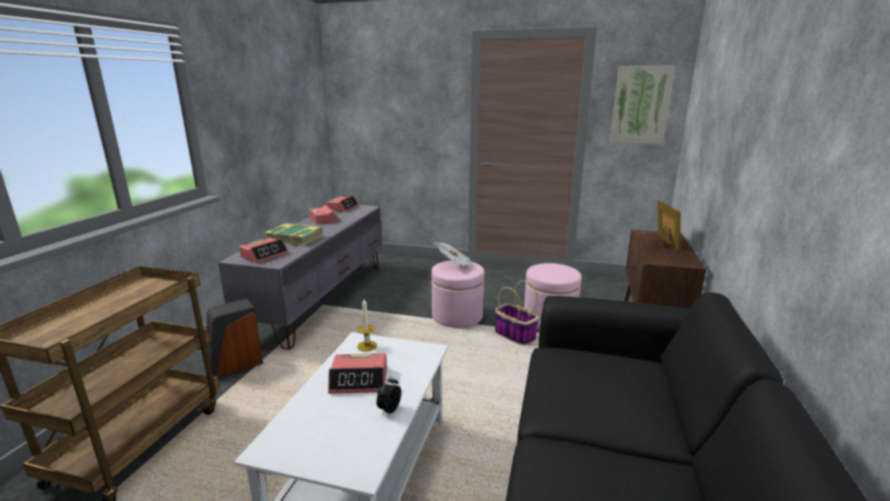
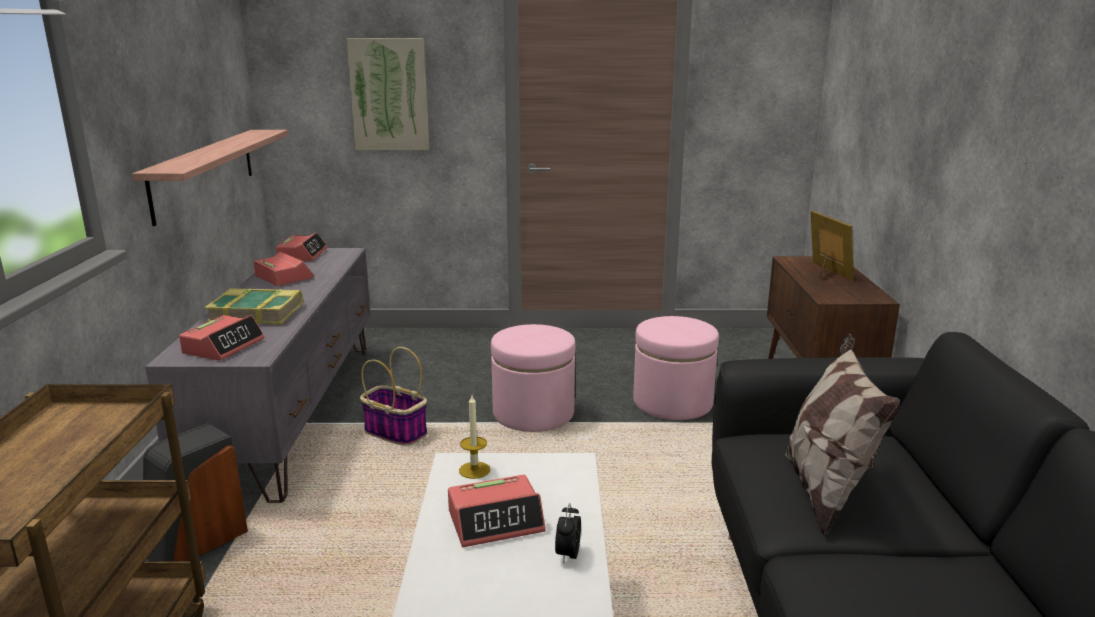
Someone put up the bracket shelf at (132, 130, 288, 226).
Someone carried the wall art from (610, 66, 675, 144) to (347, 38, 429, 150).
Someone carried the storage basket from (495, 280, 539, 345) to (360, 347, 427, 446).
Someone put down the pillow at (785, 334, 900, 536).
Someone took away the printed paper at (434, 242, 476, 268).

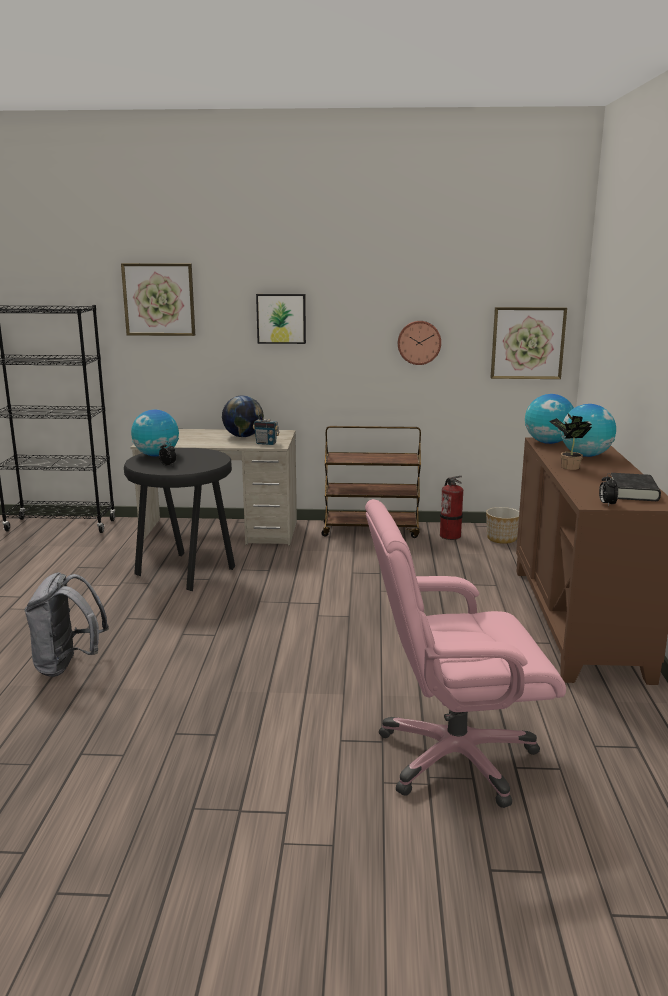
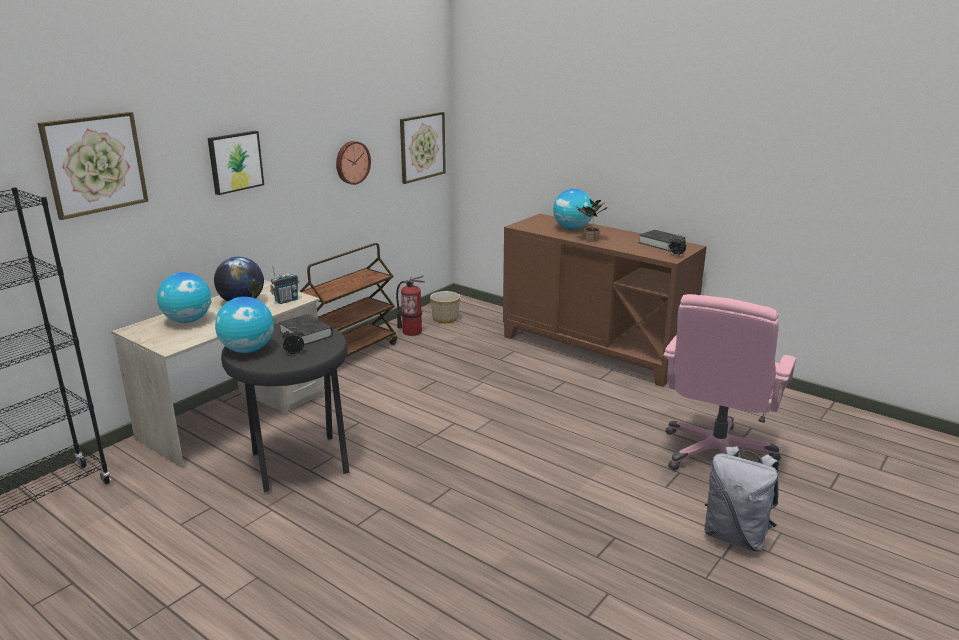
Someone carried the globe from (525, 394, 574, 444) to (157, 272, 212, 323).
Someone put down the bound book (blackish) at (279, 314, 333, 345).
Someone carried the rucksack (greyish) from (24, 572, 109, 677) to (704, 446, 779, 551).

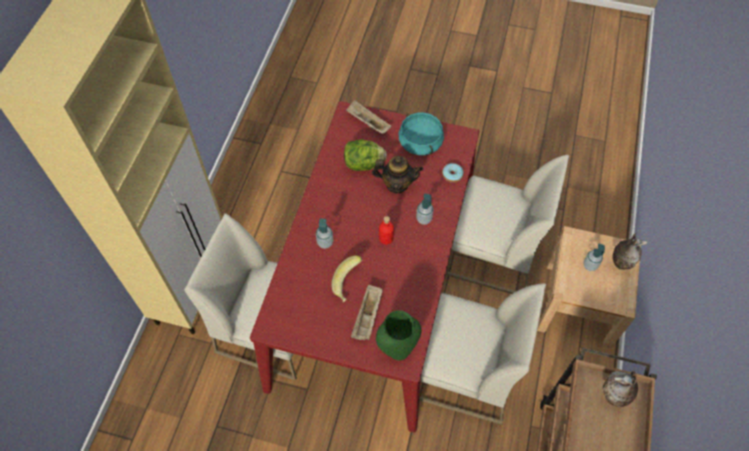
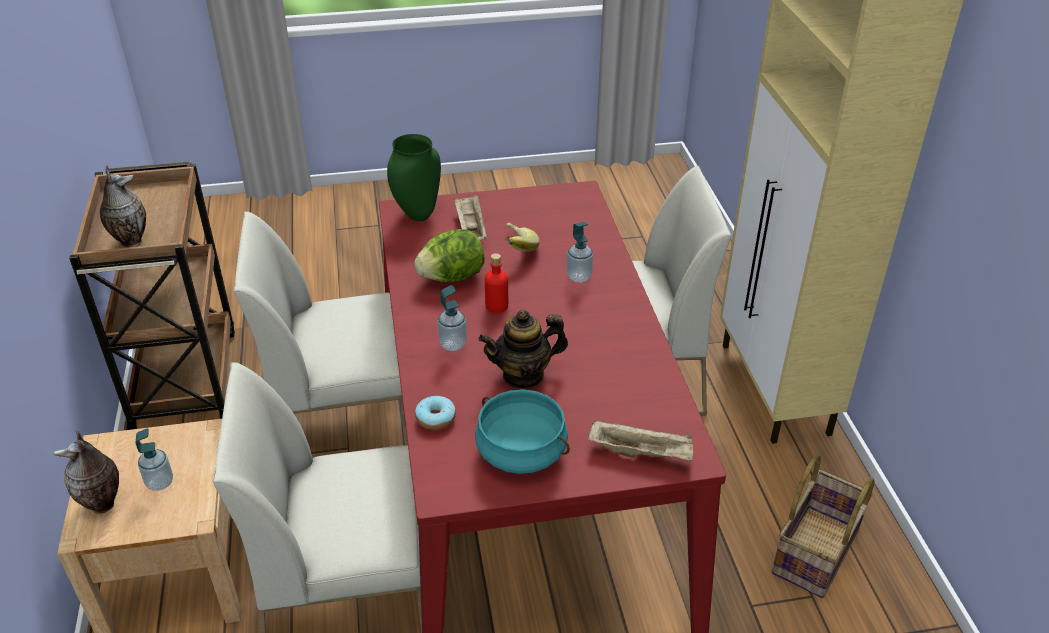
Someone carried the lettuce from (344, 139, 387, 171) to (414, 229, 485, 282).
Someone put down the storage basket at (771, 454, 875, 598).

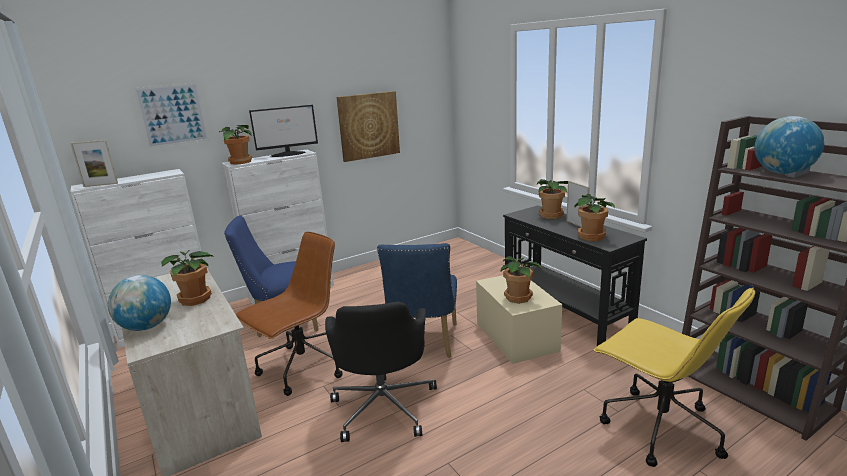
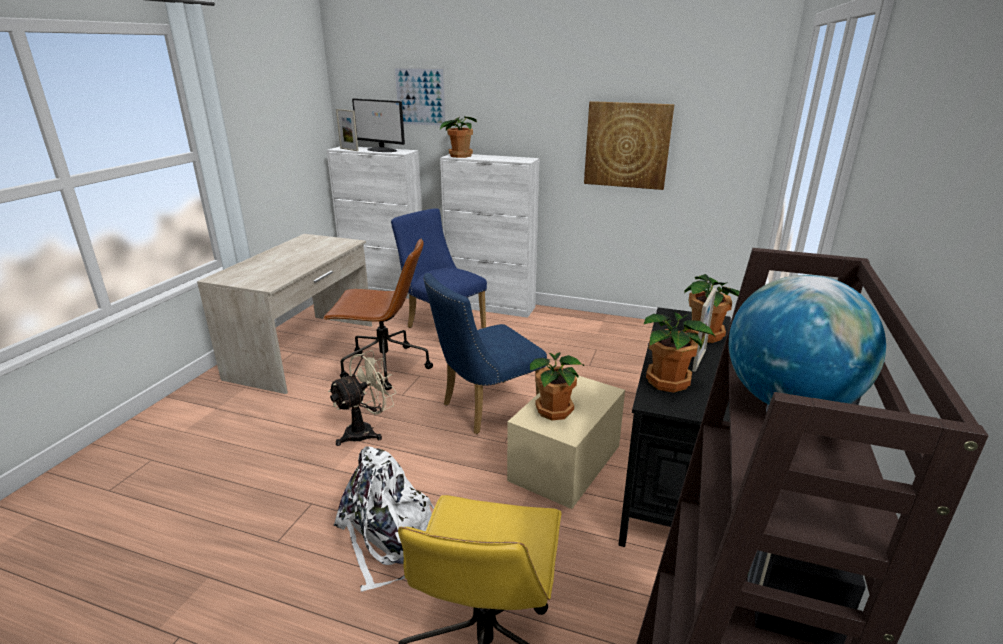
Someone swapped the computer chair (blackish) at (325, 302, 437, 442) for the cooling fan (beige) at (328, 350, 397, 446).
Someone put down the rucksack (white) at (334, 446, 434, 592).
Someone carried the computer display from (249, 105, 318, 157) to (352, 98, 405, 152).
Someone took away the globe at (108, 275, 171, 331).
Someone took away the plant in a pot at (161, 249, 215, 306).

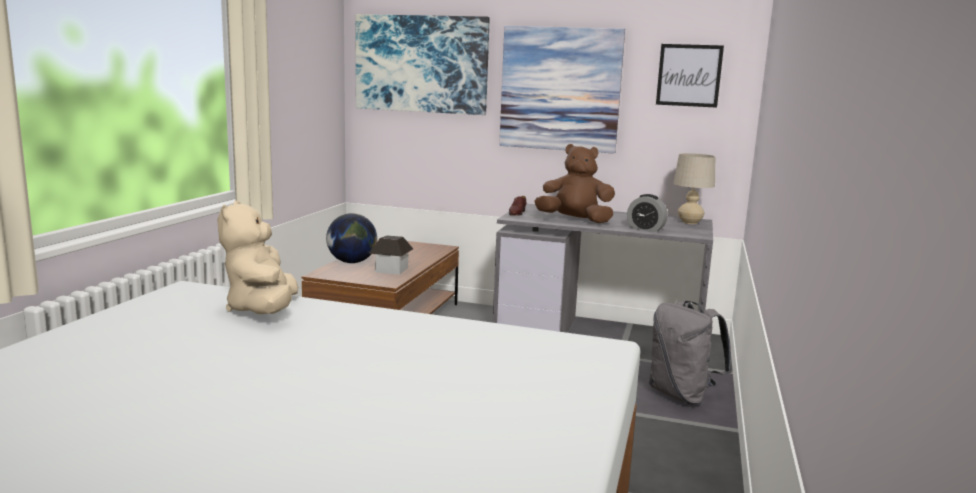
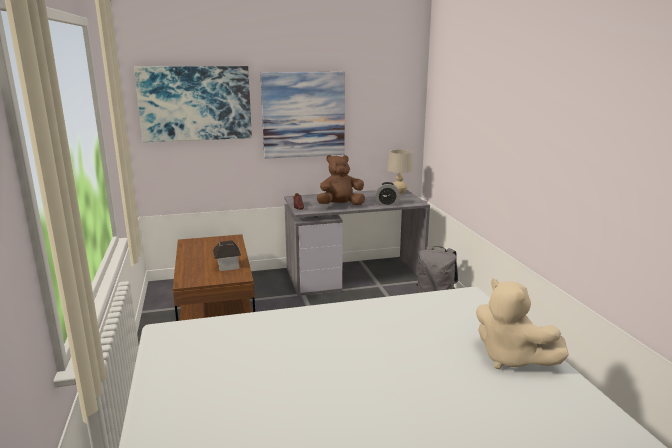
Someone carried the plush toy (beige) from (217, 201, 298, 314) to (476, 278, 569, 369).
Someone took away the globe at (326, 213, 377, 263).
Someone took away the wall art at (656, 44, 724, 108).

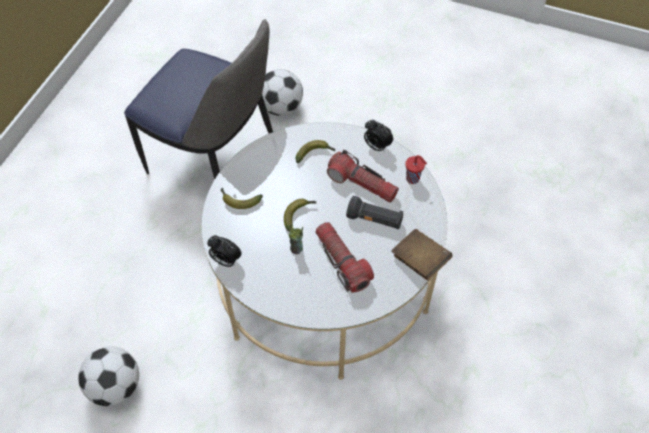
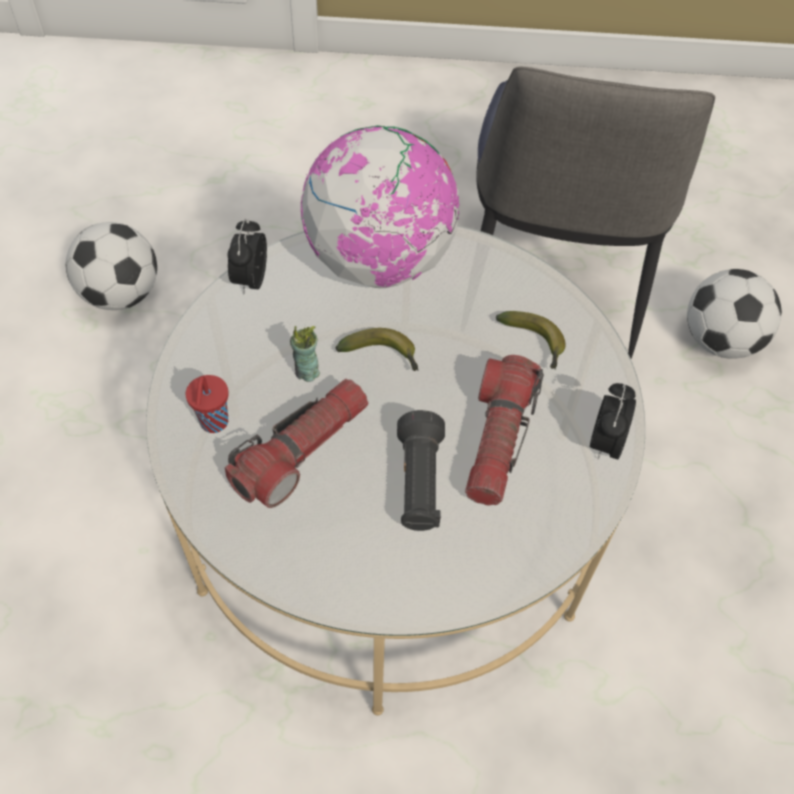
Someone carried the small cup (reddish) from (405, 155, 427, 184) to (186, 375, 229, 433).
Someone swapped the banana fruit at (221, 188, 263, 209) for the globe at (301, 126, 460, 288).
Someone took away the bound book (brownish) at (391, 229, 453, 280).

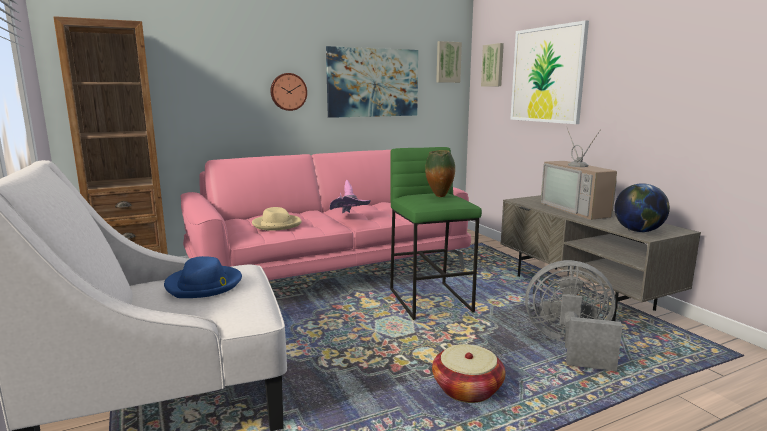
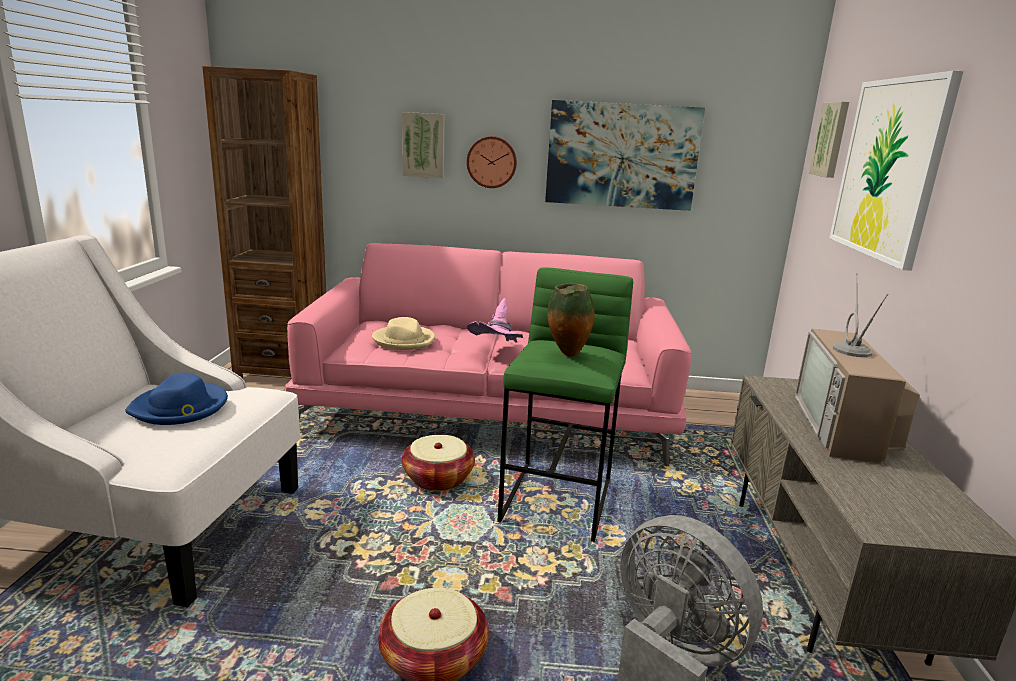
Someone carried the wall art from (436, 41, 462, 83) to (402, 112, 445, 178).
Someone put down the storage basket at (402, 435, 475, 491).
Someone took away the globe at (614, 183, 670, 232).

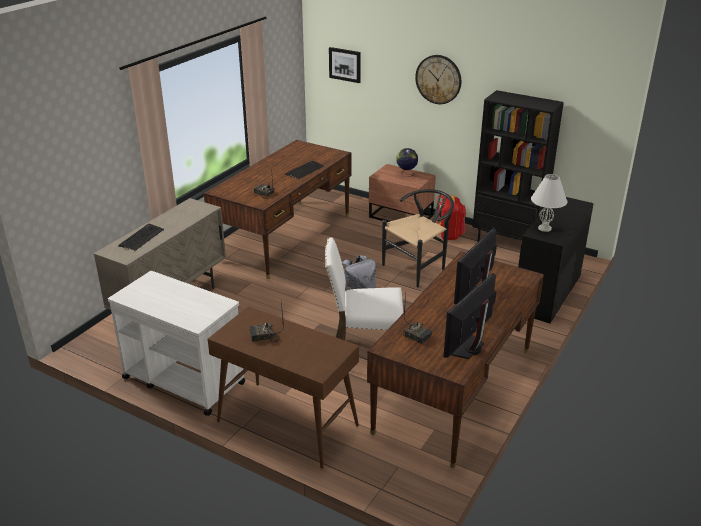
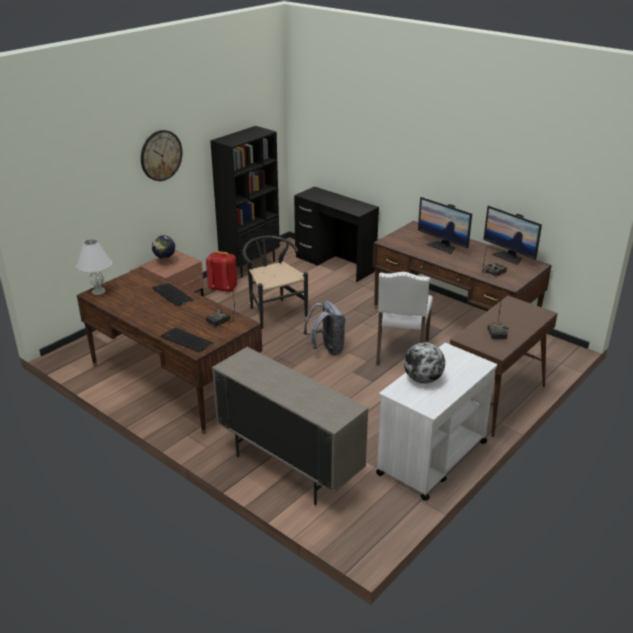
Someone carried the table lamp (white) from (531, 174, 567, 232) to (76, 239, 112, 295).
Someone carried the PC keyboard from (118, 224, 164, 251) to (161, 328, 214, 352).
Someone put down the globe at (404, 342, 445, 384).
Someone took away the wall art at (329, 47, 361, 83).

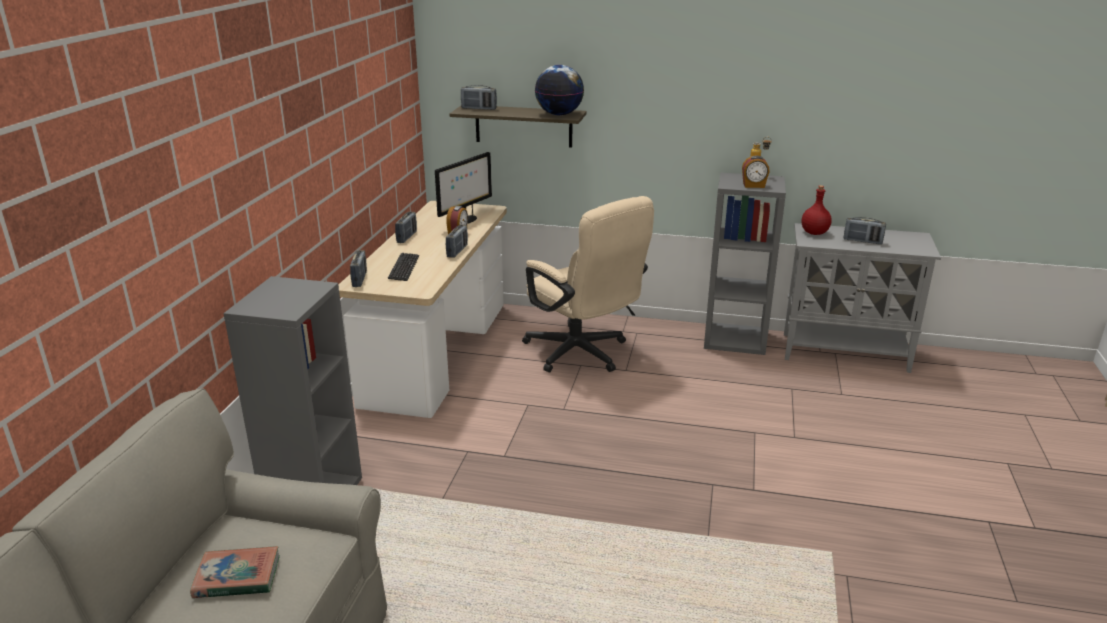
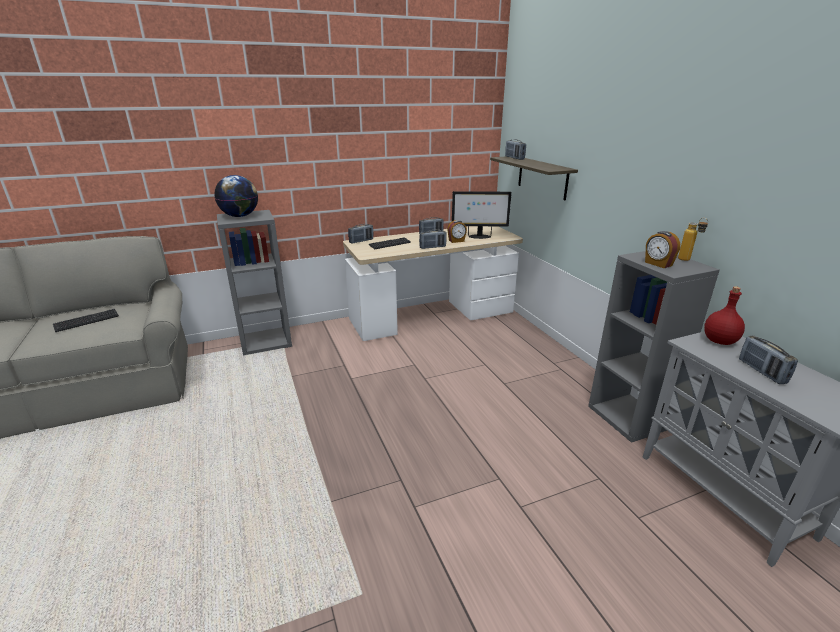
Someone swapped the bound book at (190, 546, 280, 598) for the PC keyboard at (53, 309, 119, 332).
Someone carried the globe from (535, 65, 584, 115) to (214, 175, 258, 217).
Someone took away the computer chair (beige) at (522, 196, 654, 373).

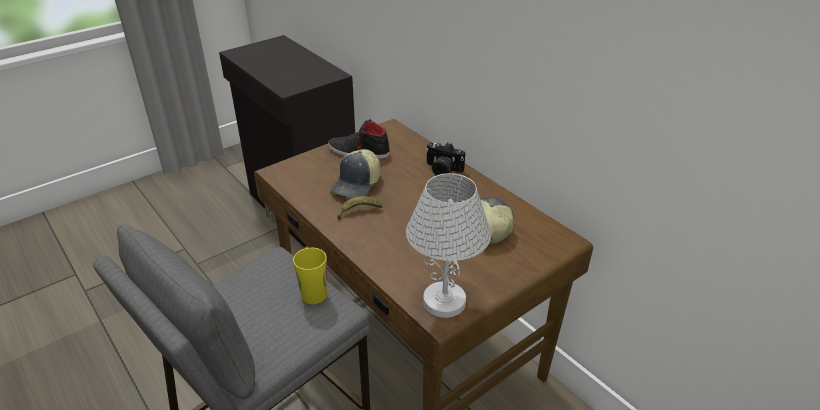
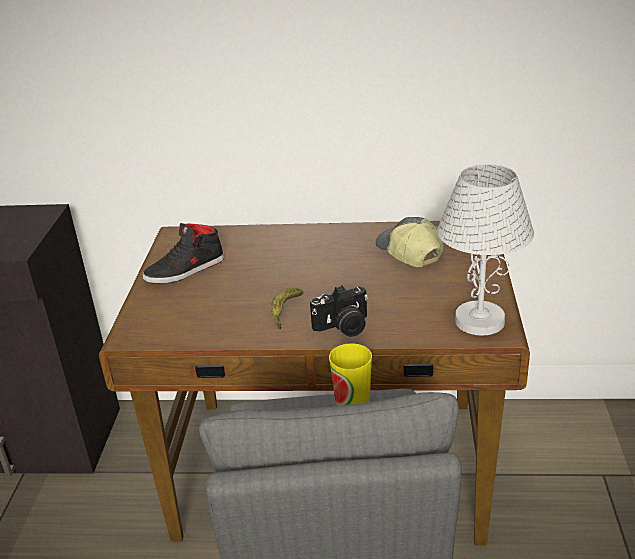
Someone carried the still camera from (426, 142, 465, 176) to (310, 285, 368, 337).
Someone took away the baseball cap at (330, 149, 380, 198).

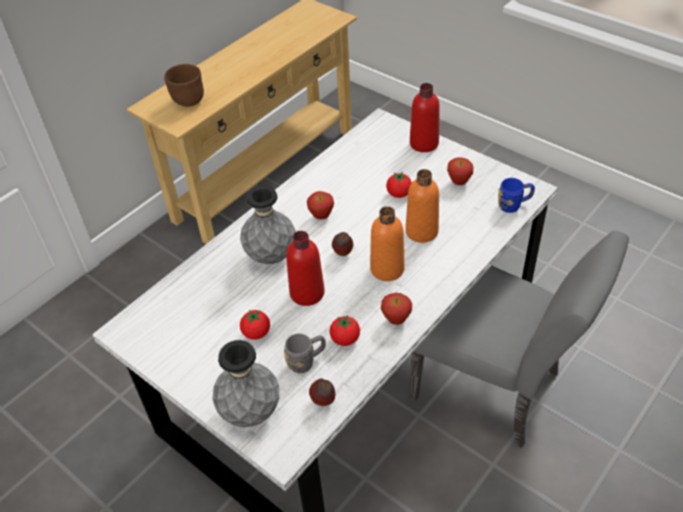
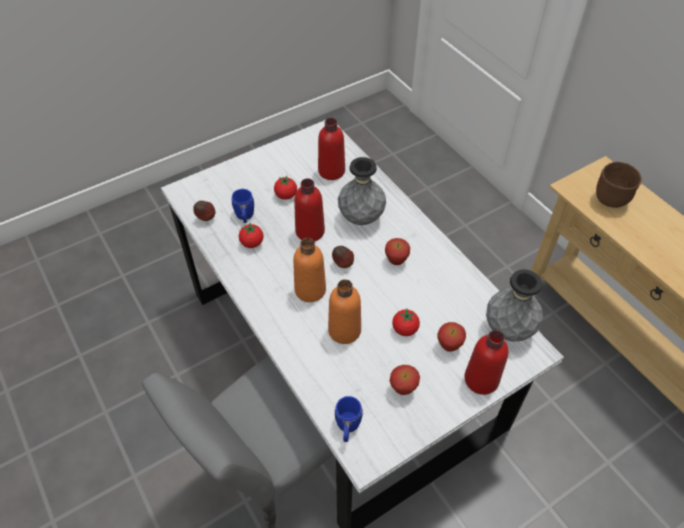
Someone repainted the mug (greyish) at (284, 333, 326, 373), which became the mug (blue-coloured) at (232, 189, 254, 223).
Someone put down the bottle (reddish) at (318, 118, 345, 180).
Someone carried the apple fruit from (381, 293, 412, 325) to (437, 322, 466, 352).
Someone carried the decorative vase (greyish) from (213, 340, 279, 427) to (486, 269, 543, 342).

